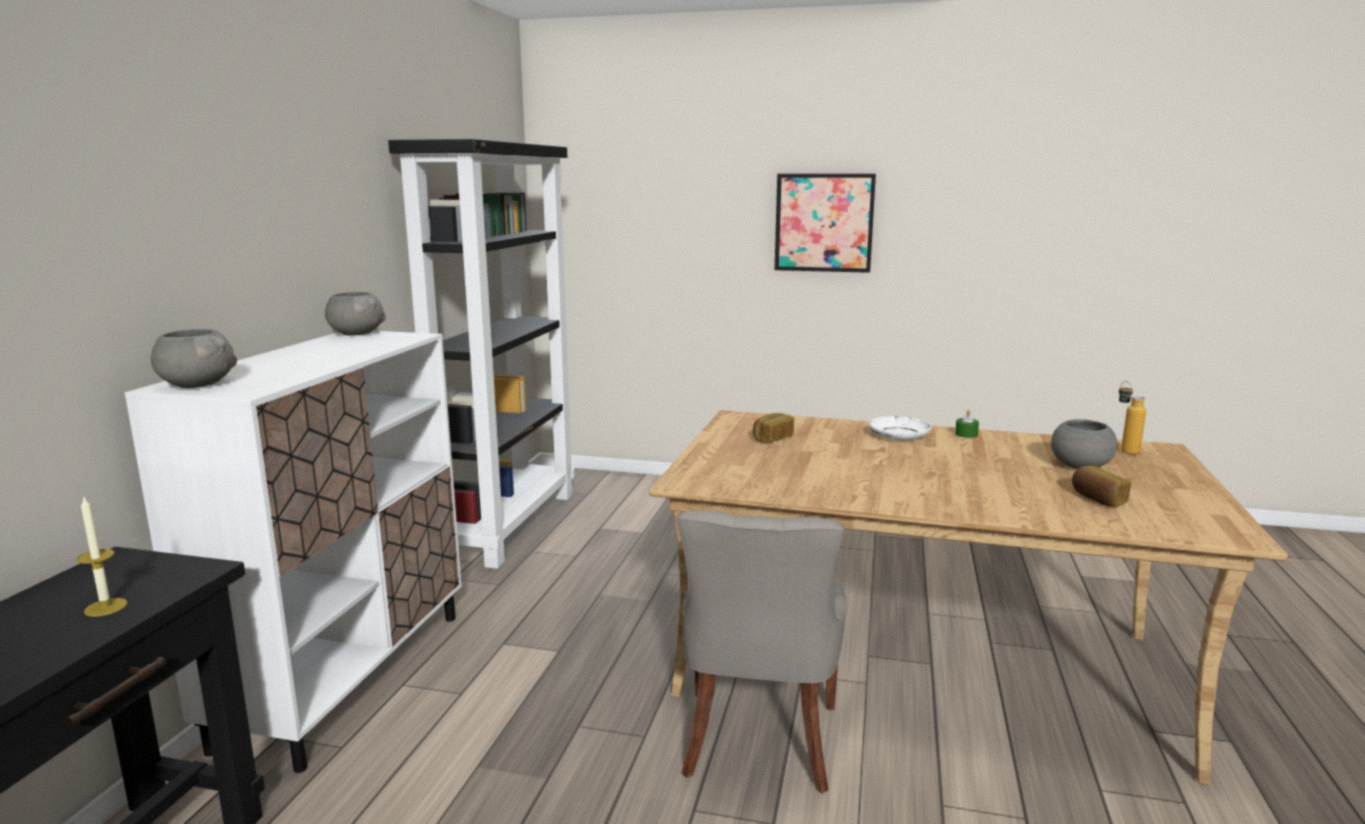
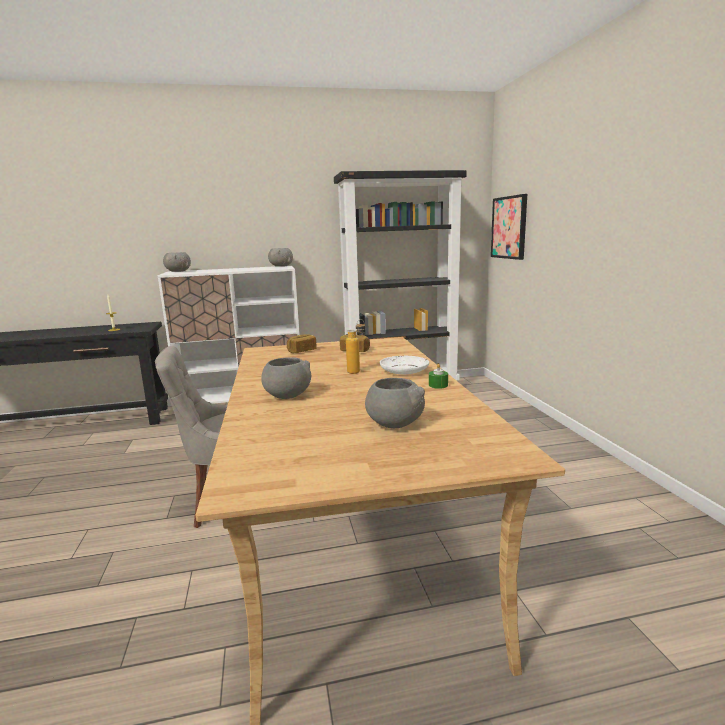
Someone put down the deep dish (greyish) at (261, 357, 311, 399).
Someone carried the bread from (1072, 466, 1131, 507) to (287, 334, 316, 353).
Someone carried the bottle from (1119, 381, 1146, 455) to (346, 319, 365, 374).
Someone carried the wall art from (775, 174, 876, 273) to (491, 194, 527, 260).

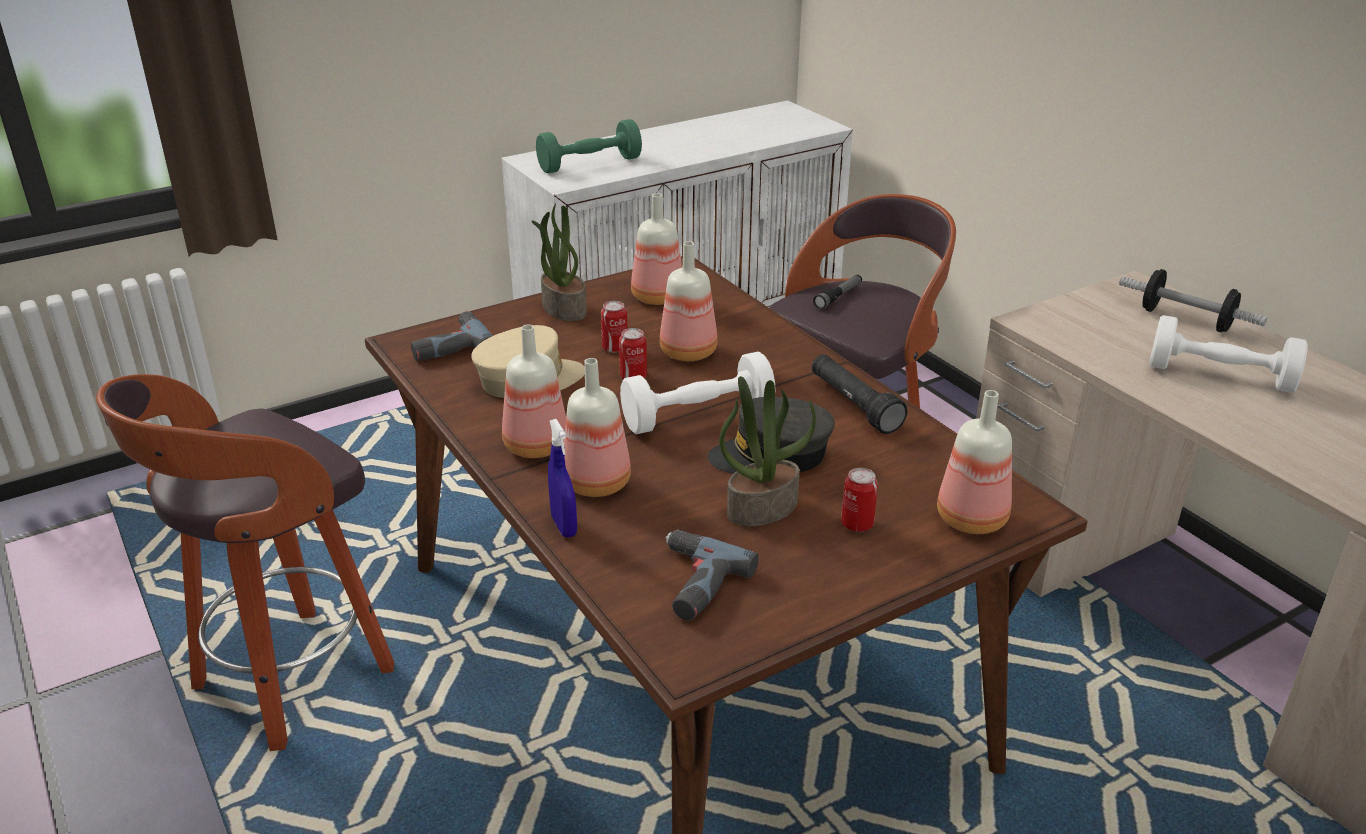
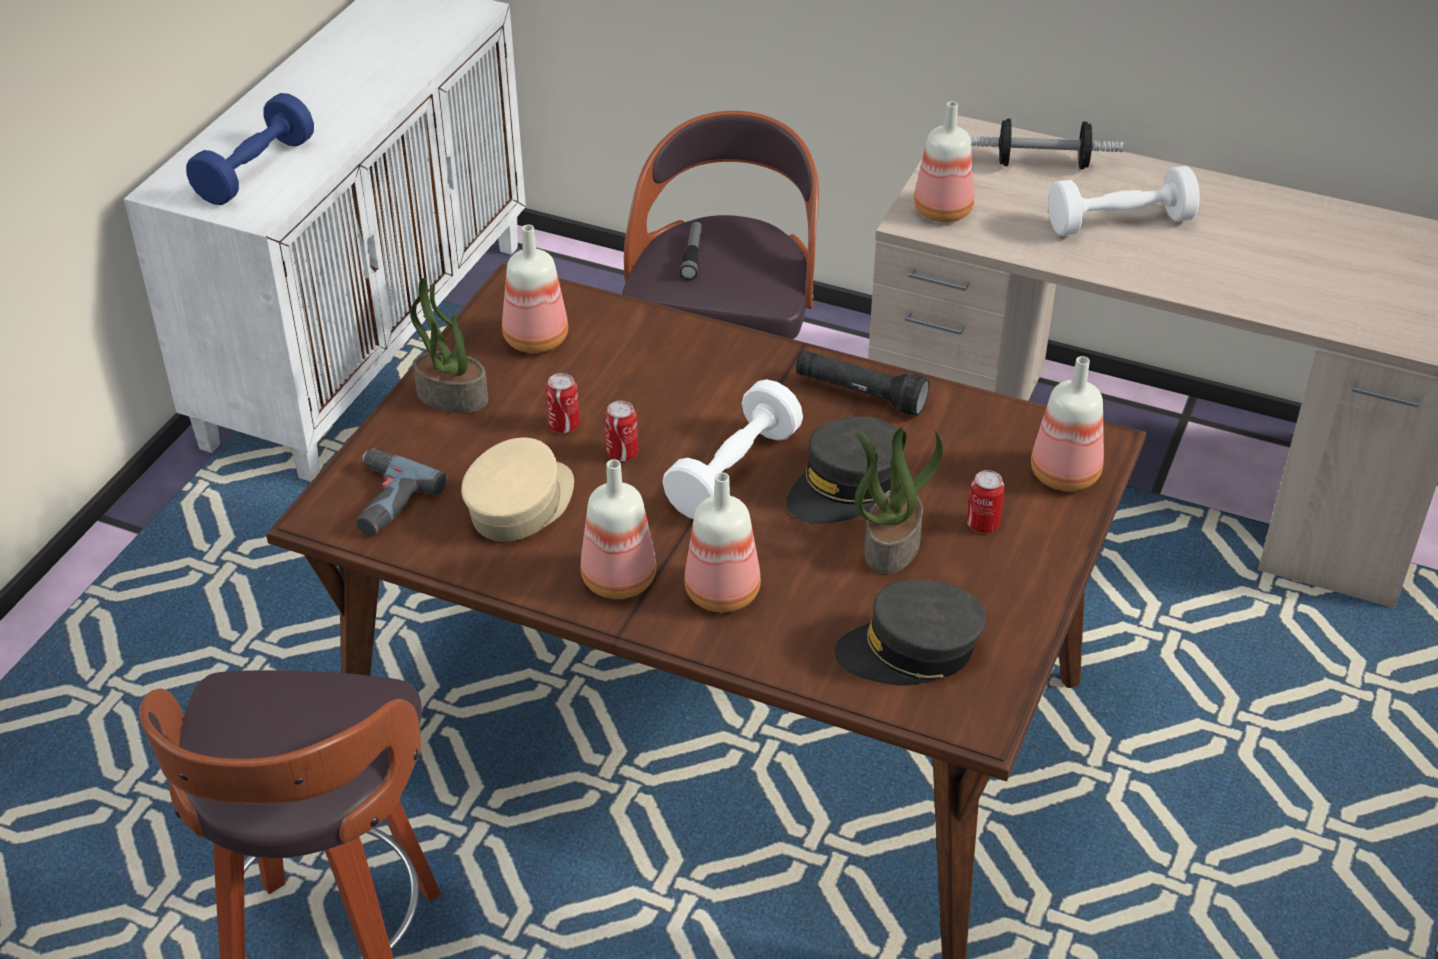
Someone repainted the hand weight (green) at (536, 119, 642, 173), which became the hand weight (blue-coloured) at (186, 93, 314, 205).
Someone swapped the power drill at (665, 530, 759, 620) for the baseball cap (greyish) at (835, 580, 986, 686).
Someone carried the bottle from (660, 241, 718, 361) to (914, 101, 974, 222).
Someone took away the hand sprayer (blue-coloured) at (548, 419, 577, 537).

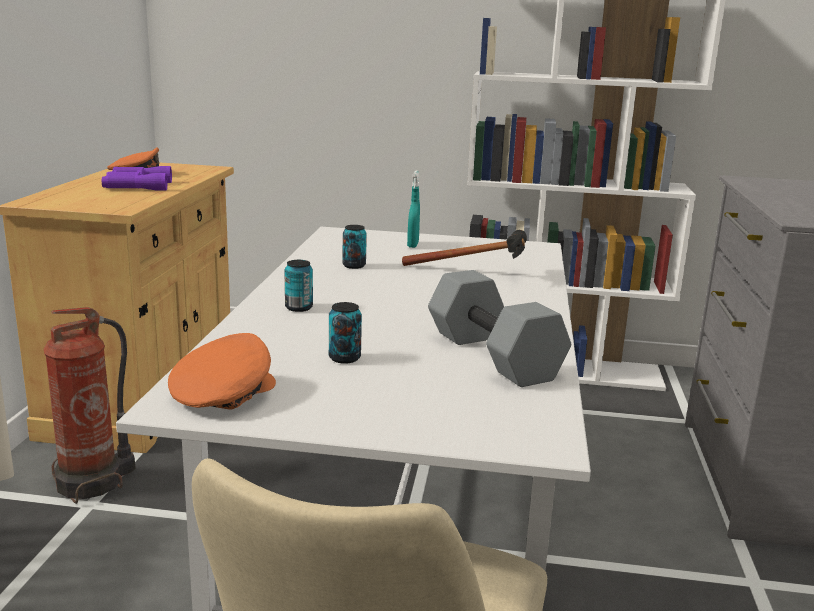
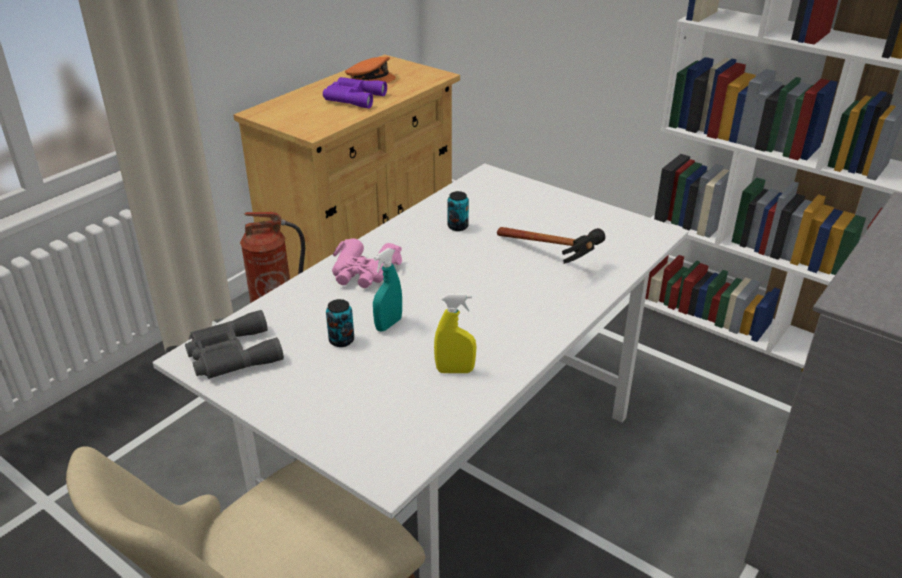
Someone swapped the baseball cap (orangey) at (168, 333, 276, 410) for the field glasses (greyish) at (185, 310, 284, 379).
Someone swapped the sealed can at (284, 260, 313, 312) for the field glasses (pink) at (332, 238, 402, 288).
Someone carried the hand sprayer (blue-green) from (407, 170, 420, 248) to (373, 248, 402, 332).
Someone swapped the hand weight (greyish) at (428, 270, 571, 387) for the hand sprayer (yellowish) at (434, 293, 476, 373).

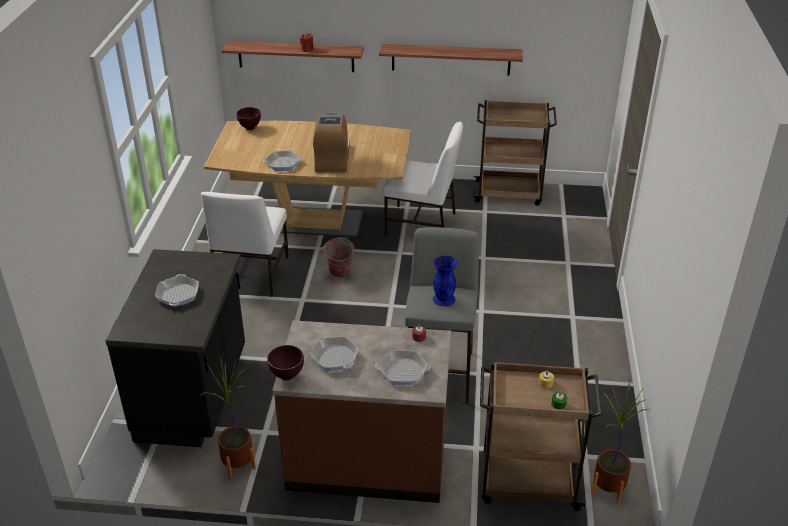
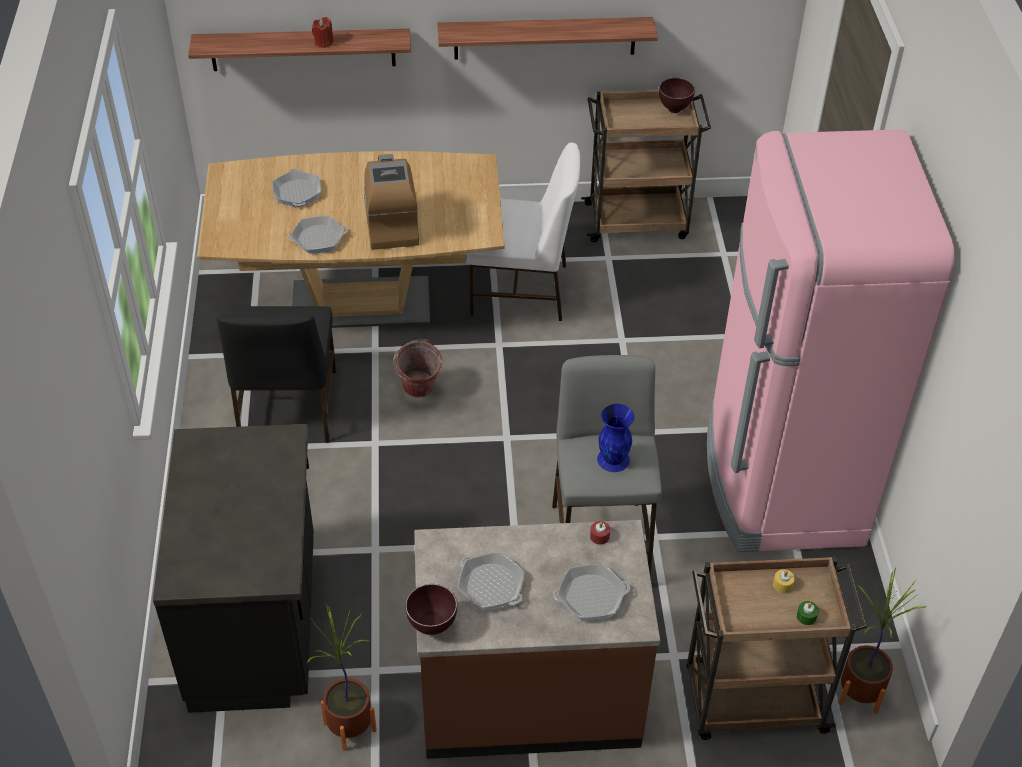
Someone repainted the upright chair (white) at (201, 192, 289, 297), which became the upright chair (blackish) at (217, 306, 336, 443).
Someone carried the skillet from (155, 274, 199, 307) to (272, 169, 321, 207).
Someone carried the deep dish (brownish) from (236, 107, 261, 130) to (659, 78, 695, 113).
Someone put down the fridge (pink) at (707, 129, 955, 552).

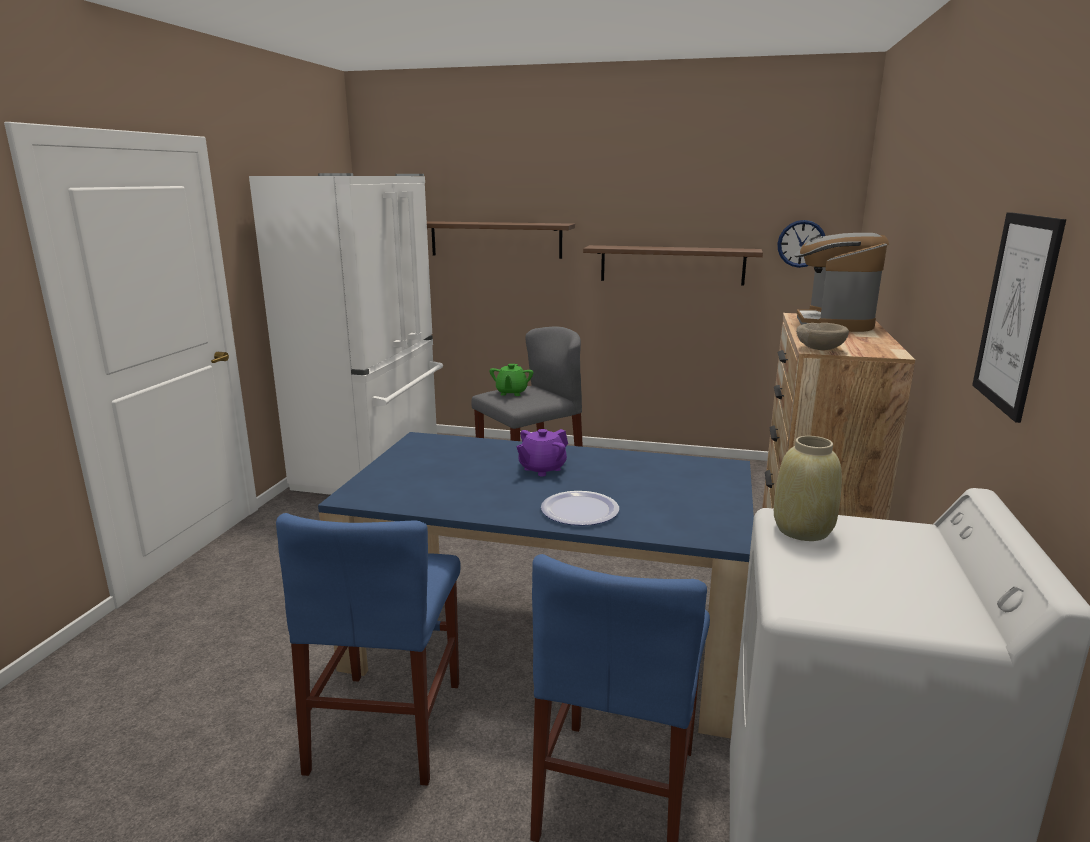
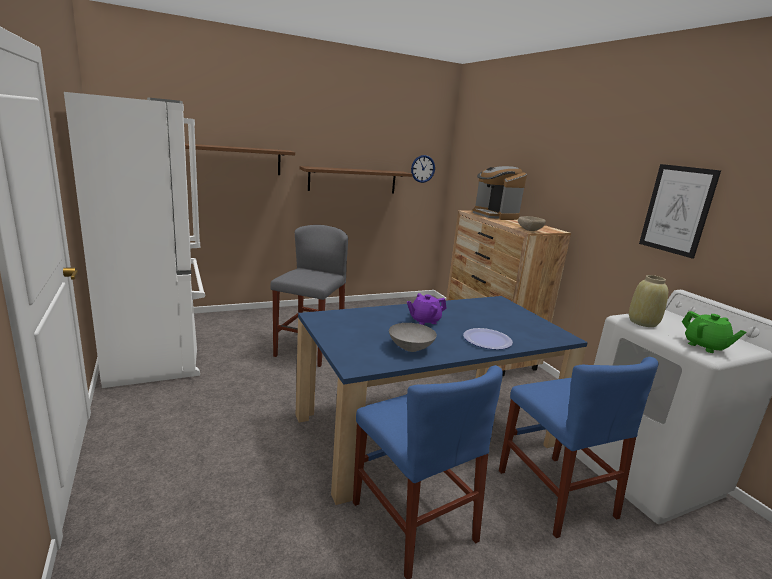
Someone put down the deep dish (greyish) at (389, 323, 437, 352).
Someone rotated the pot for tea (purple) at (516, 429, 568, 476) by 60 degrees clockwise.
Someone carried the pot for tea (green) from (490, 364, 533, 396) to (682, 311, 746, 353).

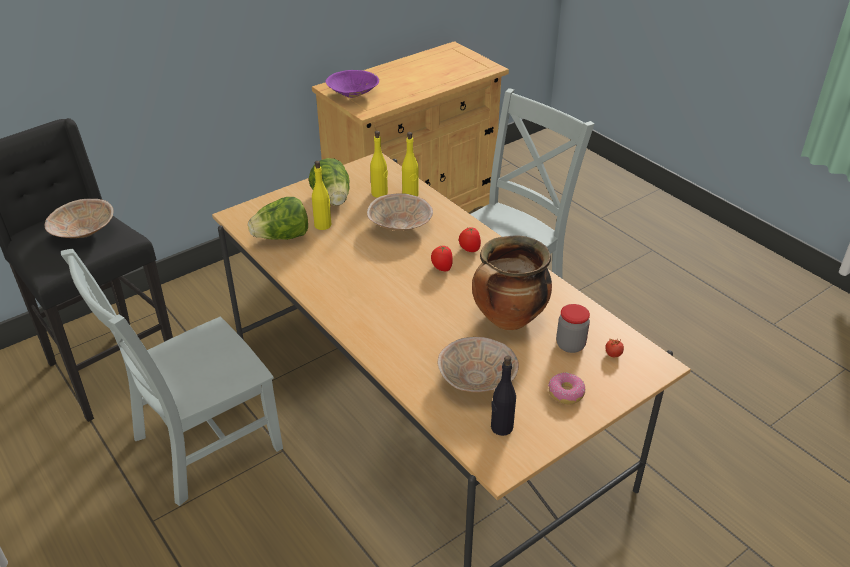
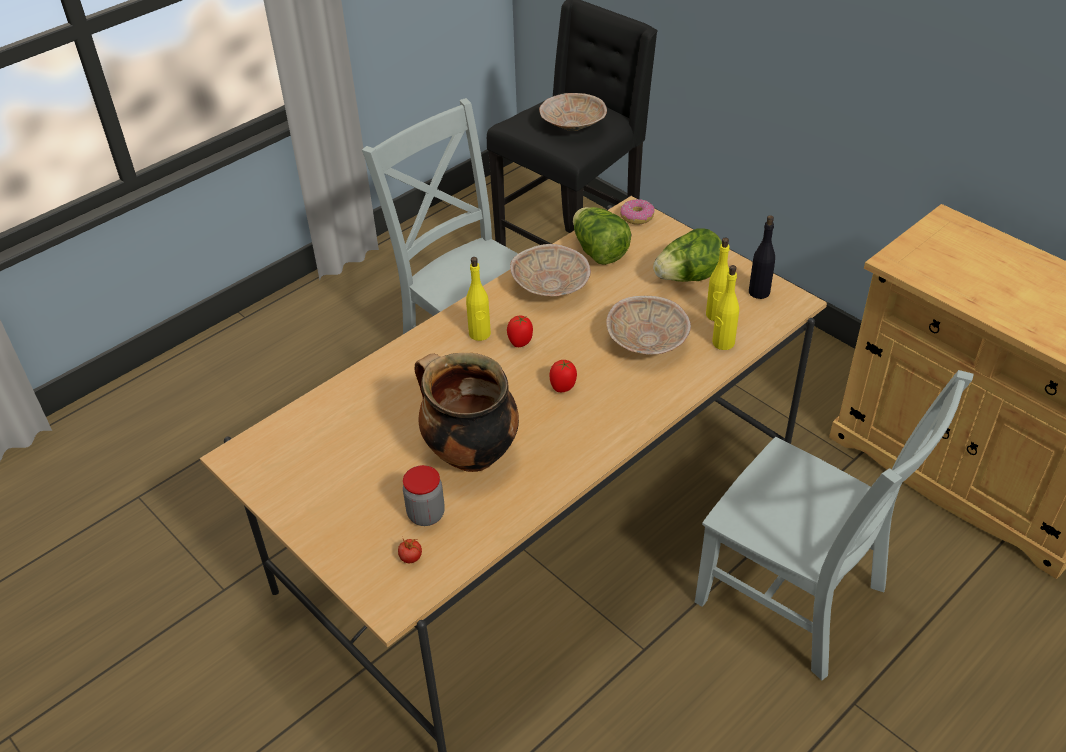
Someone carried the bottle (yellowish) from (312, 161, 331, 230) to (466, 257, 491, 341).
Someone carried the whole tomato from (459, 227, 481, 252) to (507, 316, 533, 347).
Someone carried the deep dish (beige) from (438, 337, 519, 393) to (510, 244, 591, 296).
Someone carried the donut from (548, 372, 585, 405) to (620, 199, 655, 225).
Someone carried the bottle (blackish) from (491, 355, 516, 436) to (749, 215, 775, 299).
Someone took away the deep dish (purple) at (325, 70, 379, 98).

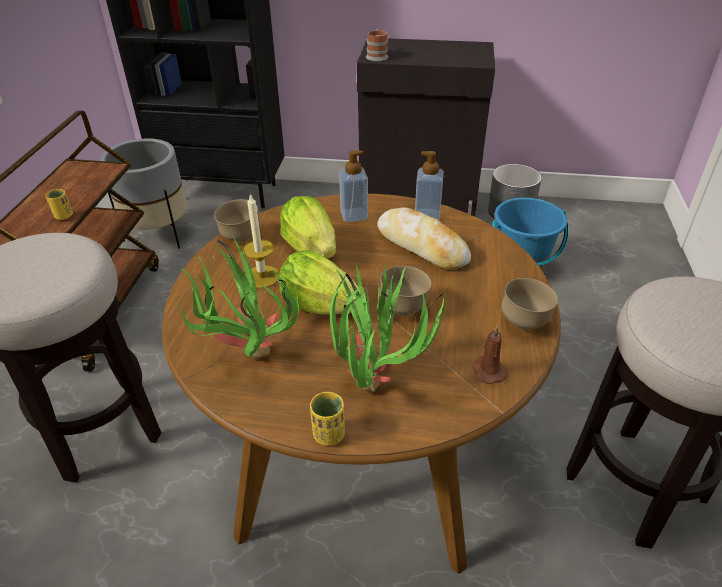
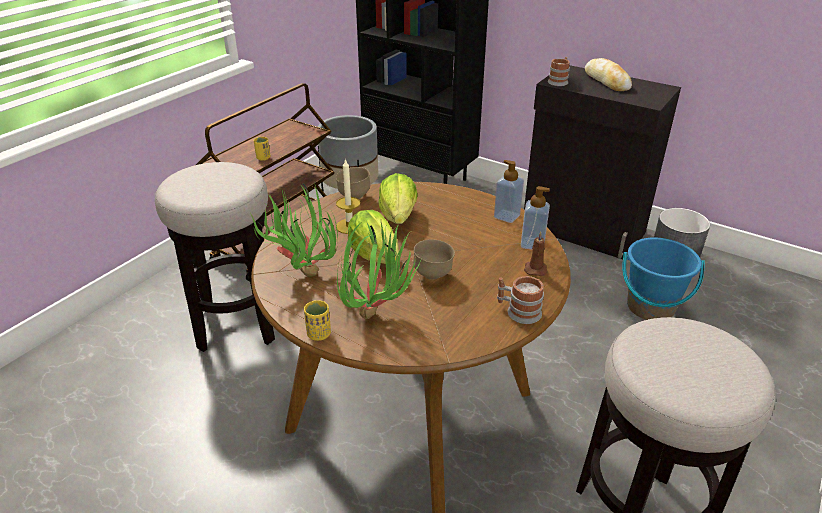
Someone swapped the deep dish (brownish) at (501, 278, 558, 329) for the mug at (497, 276, 544, 324).
Someone carried the liquid soap bottle from (339, 151, 368, 222) to (521, 186, 550, 250).
Someone carried the candle (brownish) from (472, 325, 508, 384) to (524, 232, 548, 276).
Someone carried the bread from (377, 207, 471, 270) to (585, 58, 632, 91).

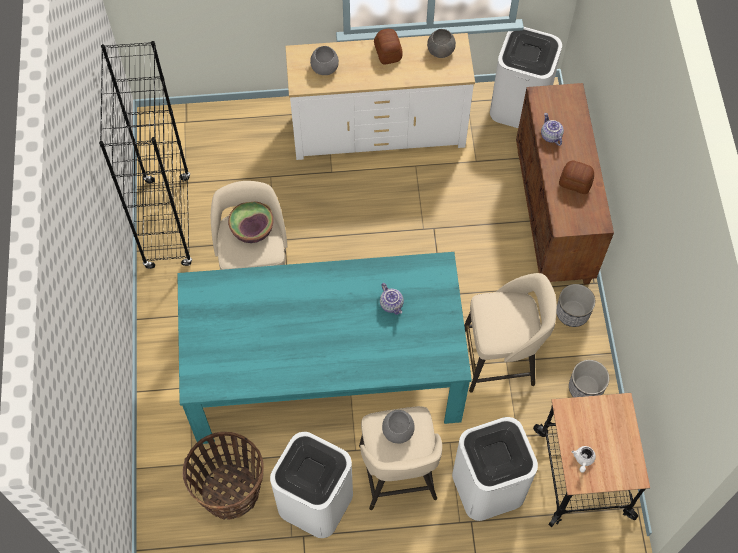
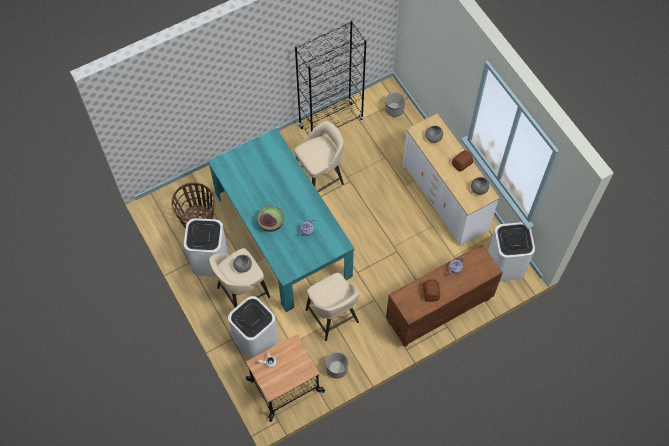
Someone carried the deep dish from (228, 202, 274, 243) to (257, 206, 284, 232).
Someone carried the planter from (556, 284, 595, 327) to (385, 92, 405, 117).

